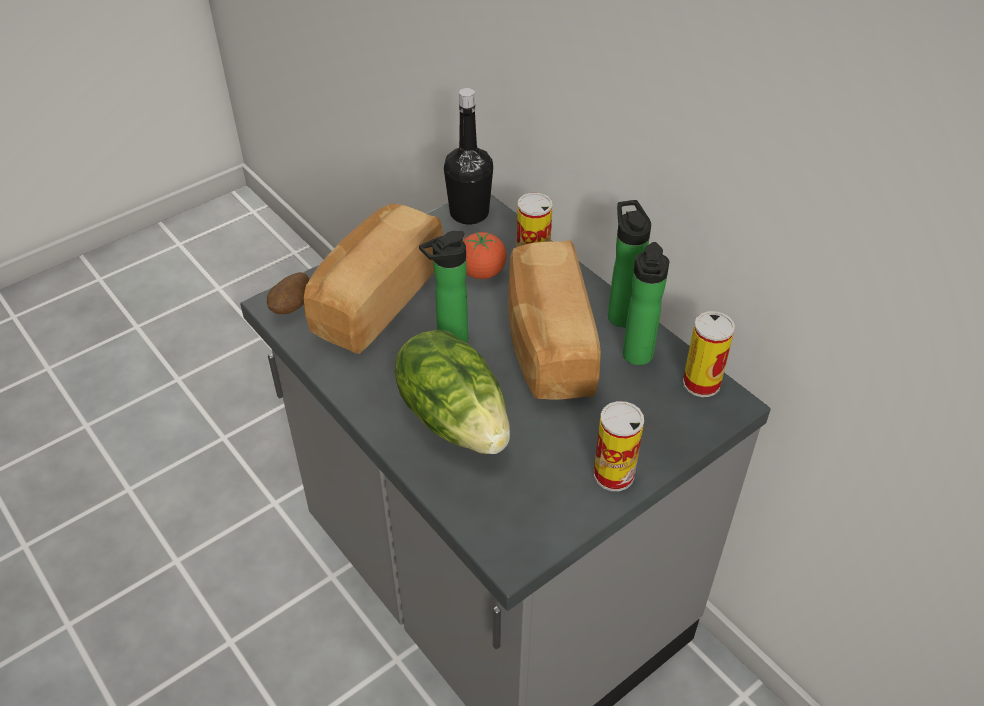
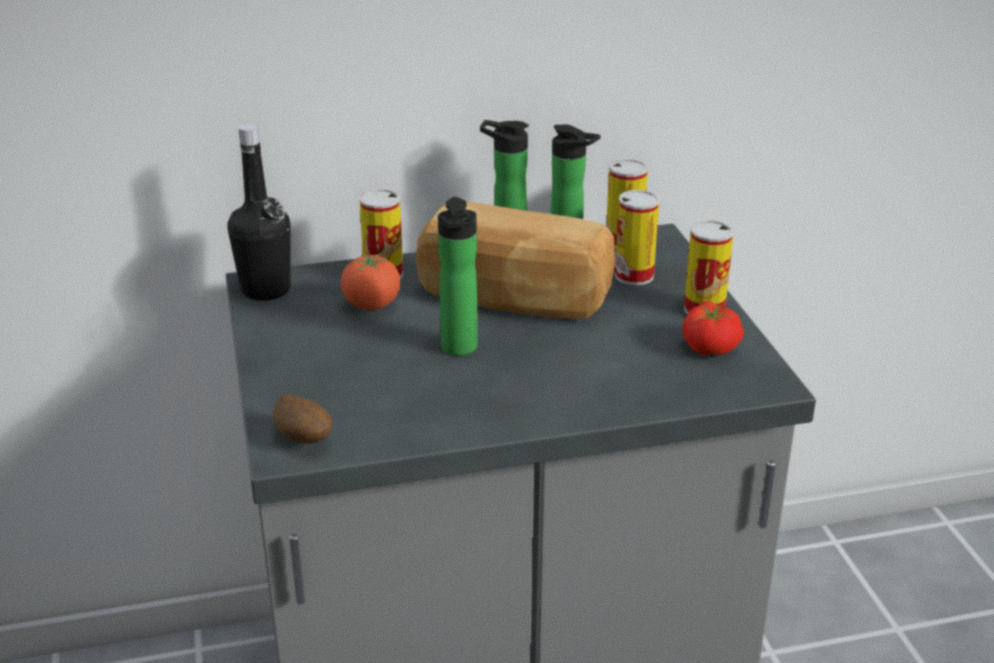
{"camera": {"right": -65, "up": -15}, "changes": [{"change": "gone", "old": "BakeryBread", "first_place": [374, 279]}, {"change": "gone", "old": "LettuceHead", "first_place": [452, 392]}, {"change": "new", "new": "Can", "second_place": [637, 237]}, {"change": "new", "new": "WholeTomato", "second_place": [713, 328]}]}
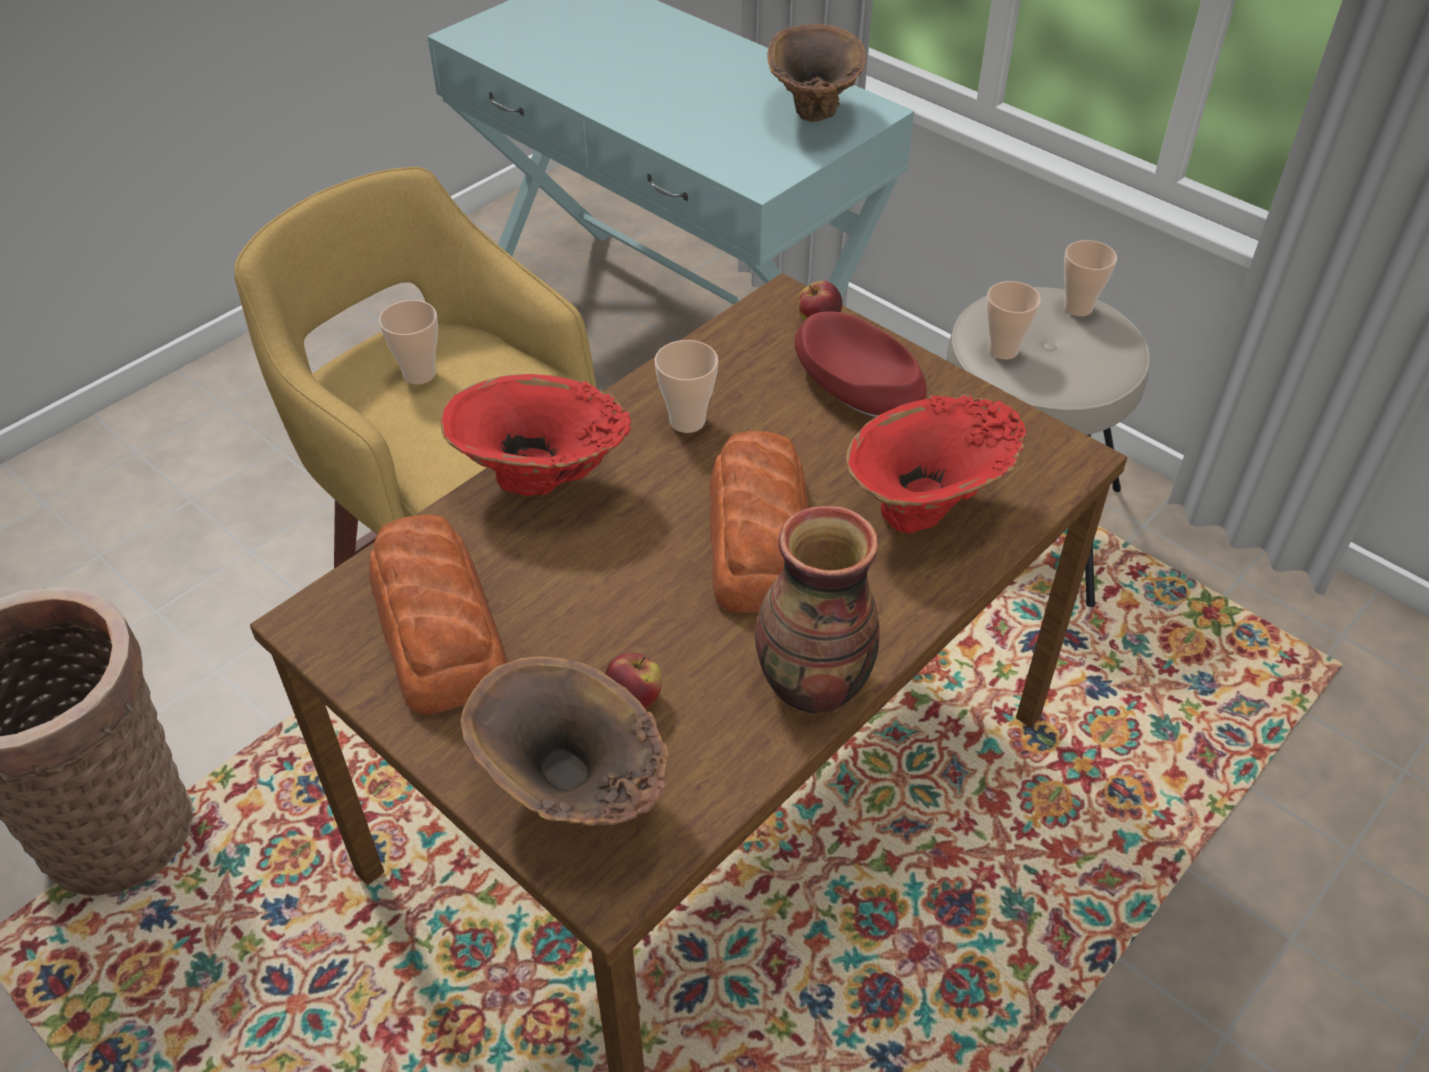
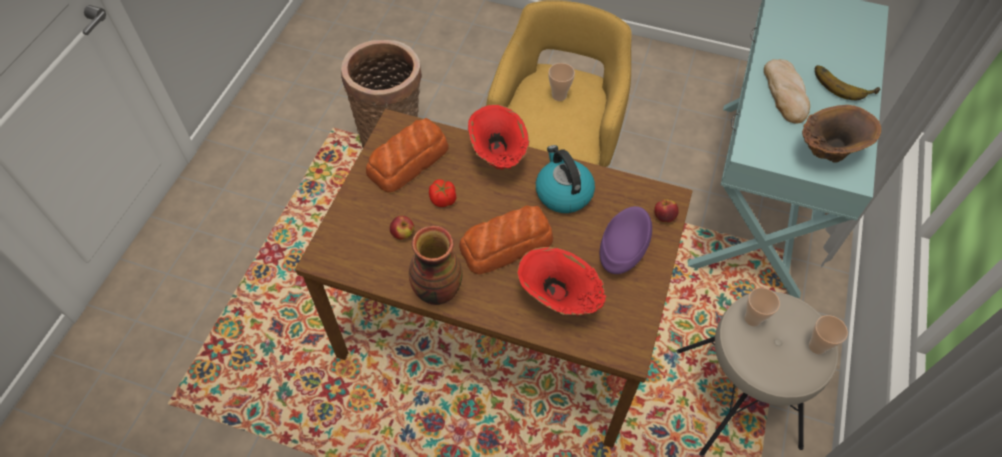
{"camera": {"right": 65, "up": 10}, "changes": [{"change": "repainted", "old": "ReddishServingBowl", "new": "PurpleColouredServingBowl", "first_place": [861, 364], "second_place": [626, 240]}, {"change": "swapped", "old": "SmallCup", "new": "TeaKettle", "first_place": [686, 386], "second_place": [565, 179]}, {"change": "gone", "old": "BrownColouredVase", "first_place": [564, 741]}, {"change": "new", "new": "BakeryBread", "second_place": [787, 91]}, {"change": "new", "new": "WholeBanana", "second_place": [847, 82]}, {"change": "new", "new": "WholeTomato", "second_place": [442, 193]}]}
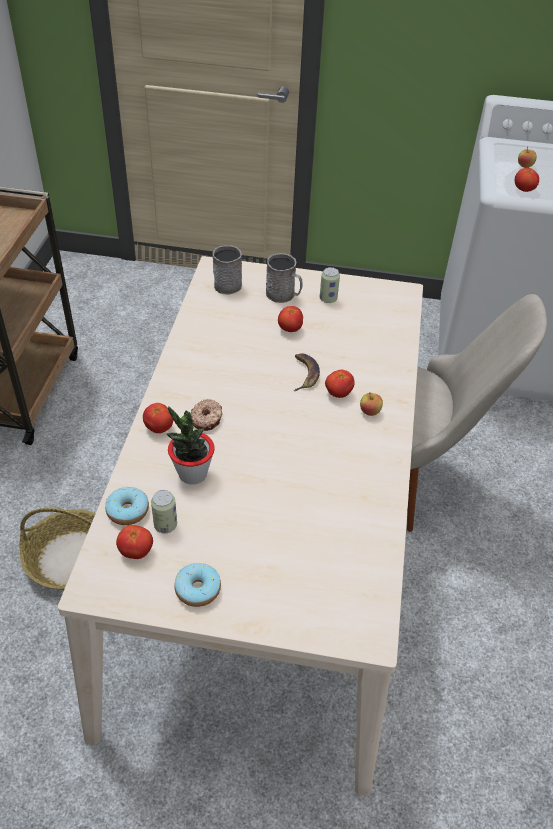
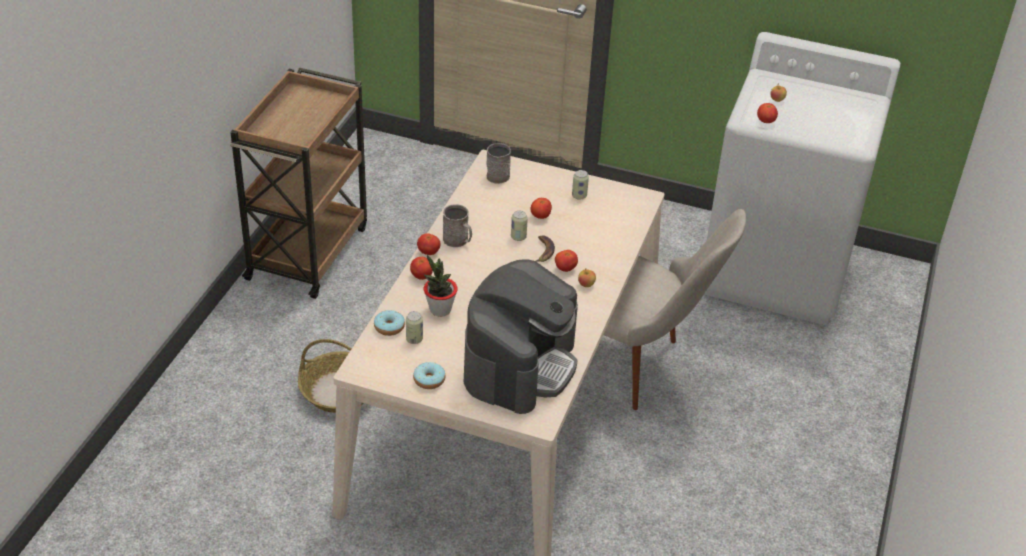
{"camera": {"right": 10, "up": -5}, "changes": [{"change": "shifted", "old": "GreyishTeaMug", "first_place": [284, 278], "second_place": [457, 225]}, {"change": "gone", "old": "Donut", "first_place": [206, 415]}, {"change": "shifted", "old": "WholeTomato", "first_place": [134, 542], "second_place": [428, 244]}, {"change": "new", "new": "Can", "second_place": [519, 225]}, {"change": "new", "new": "CoffeeMachine", "second_place": [521, 337]}]}
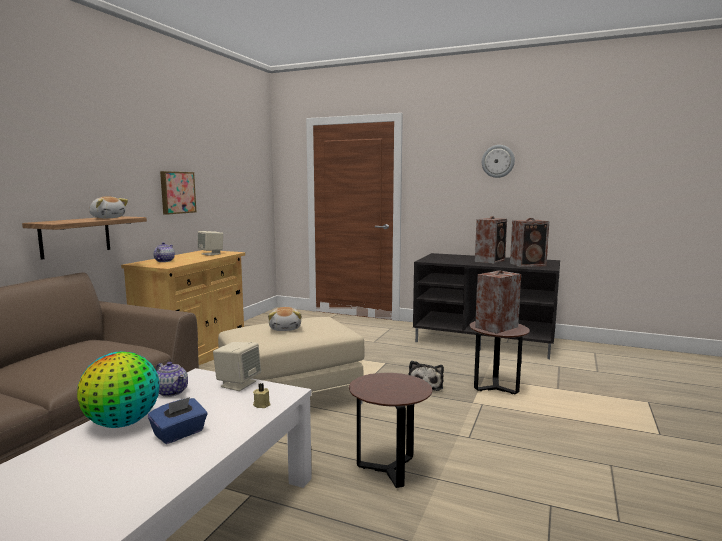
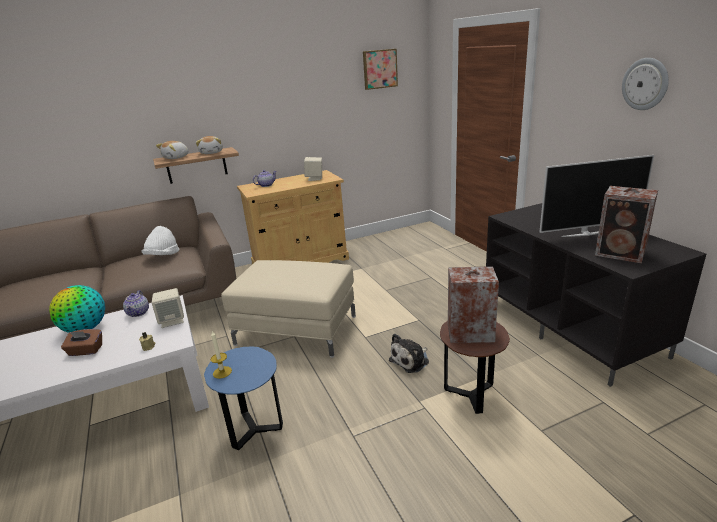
{"camera": {"right": 45, "up": 15}, "changes": [{"change": "shifted", "old": "WallArt", "first_place": [178, 193], "second_place": [380, 69]}, {"change": "swapped", "old": "Loudspeaker", "new": "Tv", "first_place": [491, 240], "second_place": [596, 196]}, {"change": "shifted", "old": "SoftToy", "first_place": [284, 319], "second_place": [172, 150]}, {"change": "repainted", "old": "BrownColouredEndTable", "new": "BluishEndTable", "first_place": [390, 430], "second_place": [243, 398]}, {"change": "repainted", "old": "BluishTissueBox", "new": "BrownColouredTissueBox", "first_place": [177, 420], "second_place": [81, 342]}, {"change": "new", "new": "WhitishHat", "second_place": [160, 240]}, {"change": "new", "new": "Candle", "second_place": [221, 355]}]}
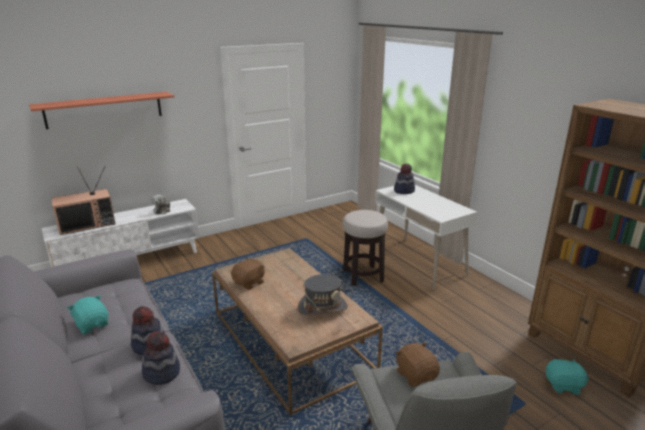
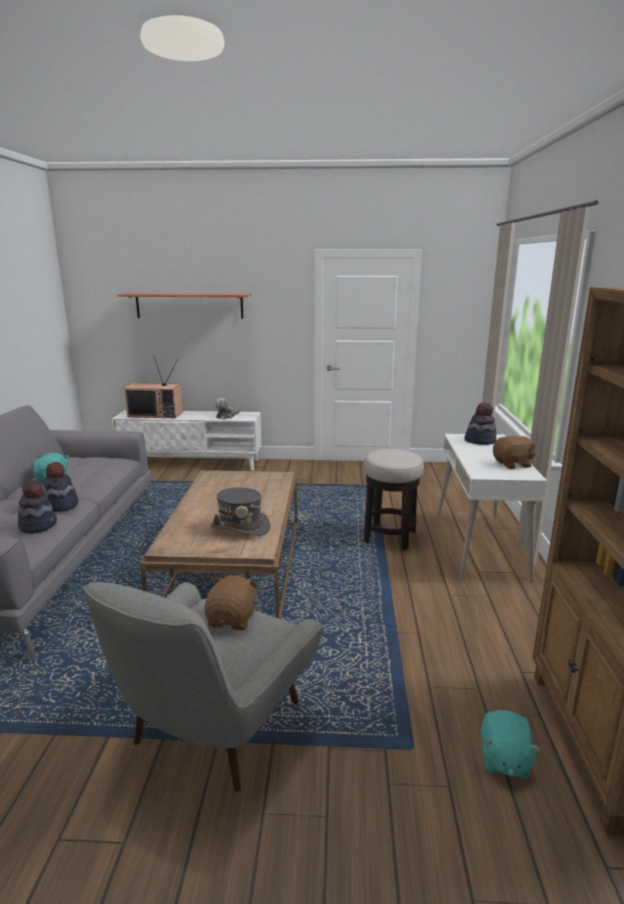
{"camera": {"right": 35, "up": -5}, "changes": [{"change": "shifted", "old": "BrownColouredSoftToy", "first_place": [248, 274], "second_place": [514, 452]}, {"change": "rotated", "old": "BlueGreenSoftToy", "first_place": [567, 377], "second_place": [511, 744], "degrees": 60}]}
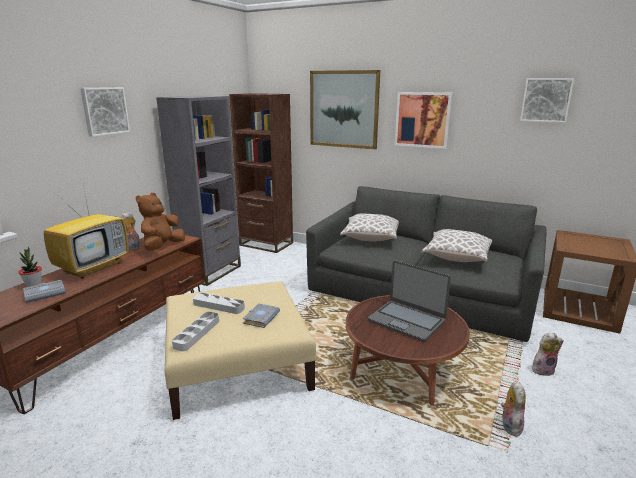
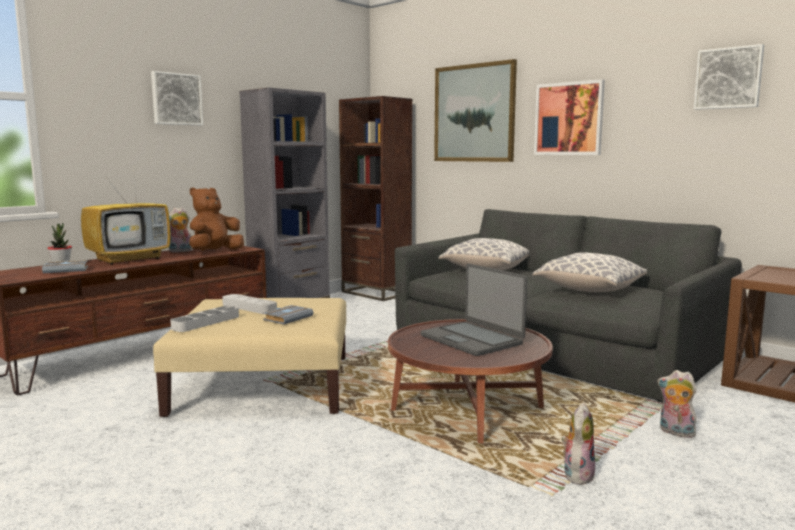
{"camera": {"right": 15, "up": -10}, "changes": [{"change": "rotated", "old": "SoftToy", "first_place": [548, 354], "second_place": [677, 404], "degrees": -150}]}
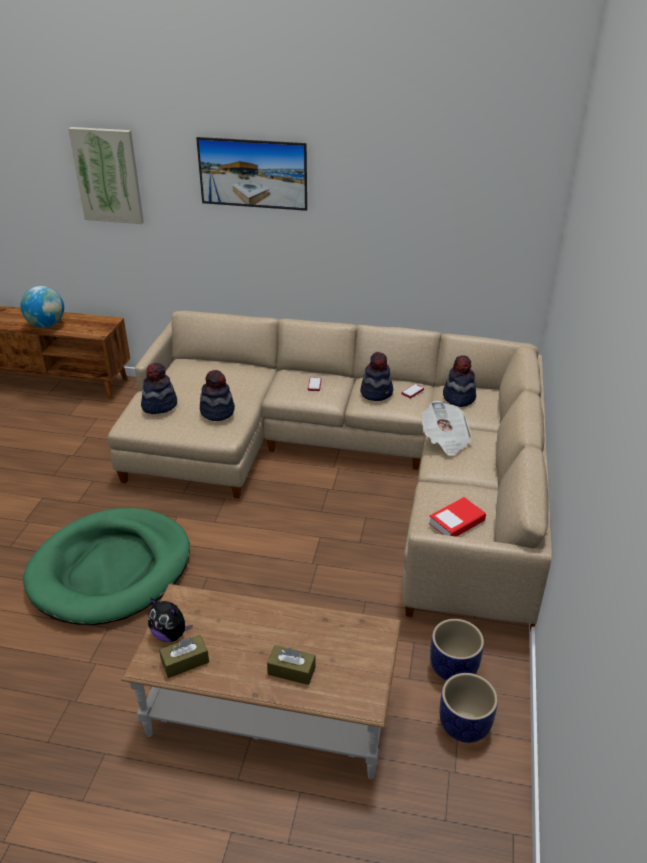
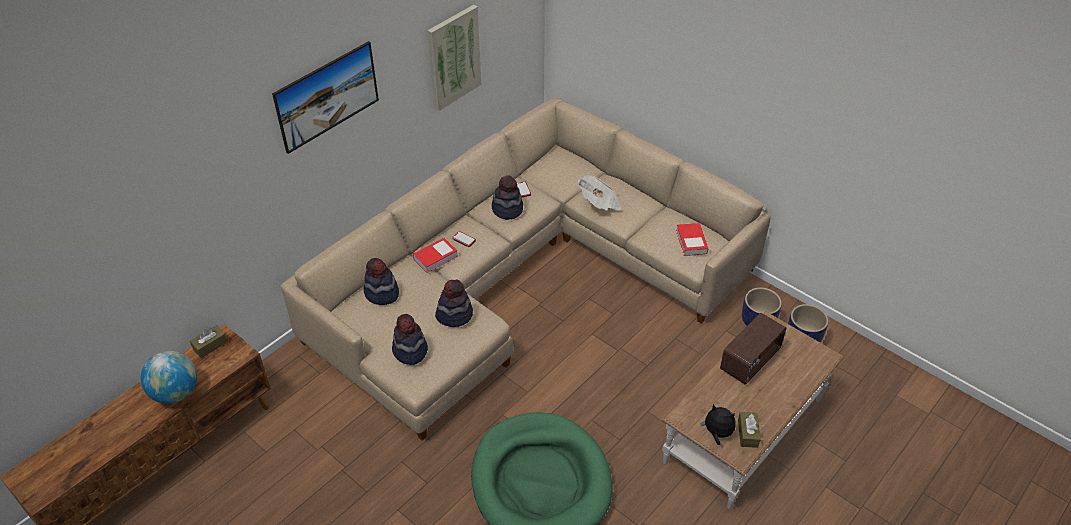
{"camera": {"right": -60, "up": 10}, "changes": [{"change": "shifted", "old": "WallArt", "first_place": [106, 175], "second_place": [454, 58]}, {"change": "shifted", "old": "Hat", "first_place": [459, 381], "second_place": [381, 281]}, {"change": "rotated", "old": "SoftToy", "first_place": [170, 619], "second_place": [718, 424], "degrees": -120}, {"change": "shifted", "old": "BrownColouredTissueBox", "first_place": [291, 665], "second_place": [209, 341]}, {"change": "new", "new": "Volume", "second_place": [435, 255]}, {"change": "new", "new": "Radio", "second_place": [753, 349]}]}
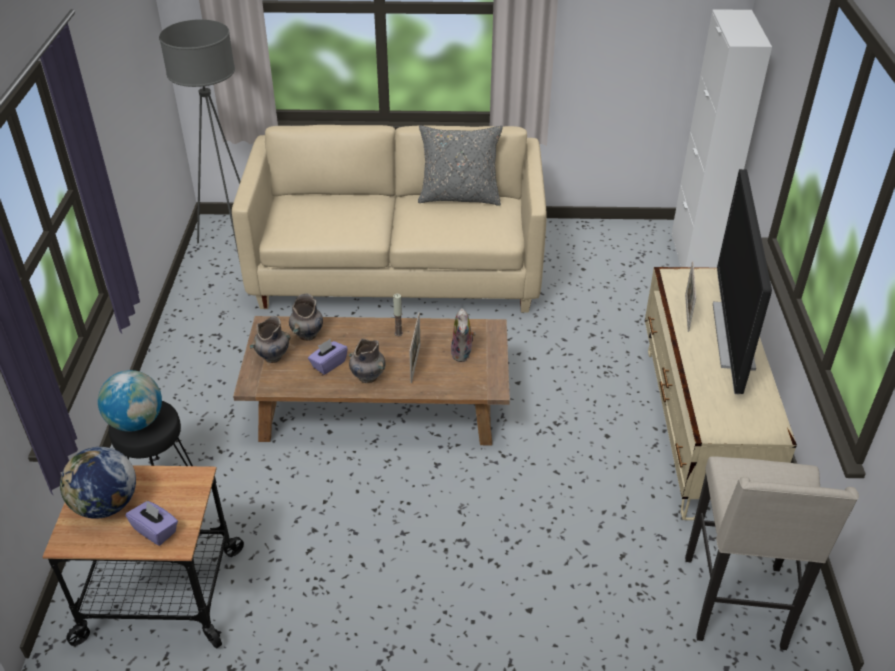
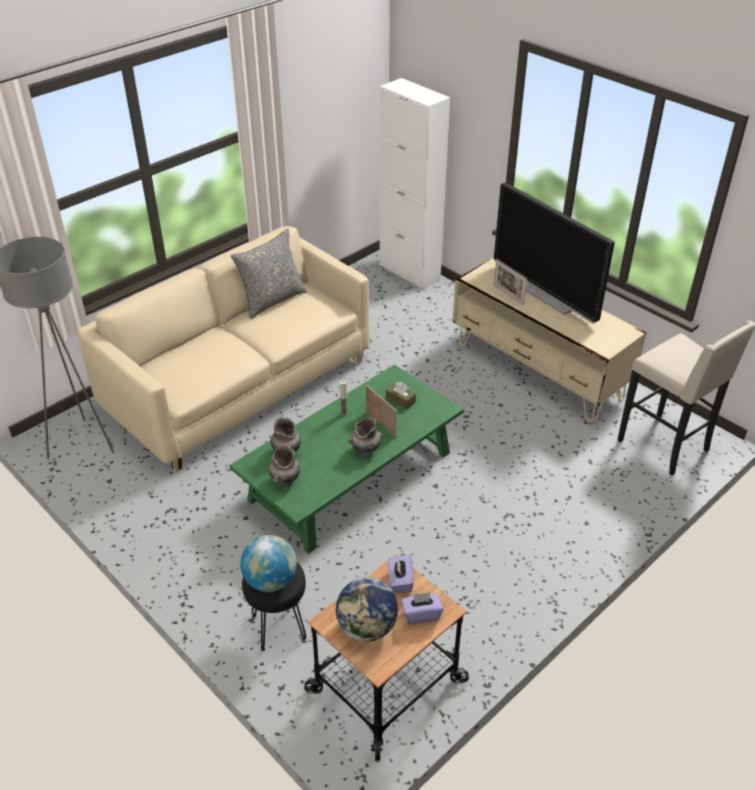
{"camera": {"right": -45, "up": 0}, "changes": [{"change": "swapped", "old": "SoftToy", "new": "BrownColouredTissueBox", "first_place": [463, 335], "second_place": [401, 395]}, {"change": "repainted", "old": "BrownColouredLowTable", "new": "GreenColouredLowTable", "first_place": [371, 380], "second_place": [346, 459]}, {"change": "shifted", "old": "PurpleColouredTissueBox", "first_place": [328, 357], "second_place": [401, 573]}]}
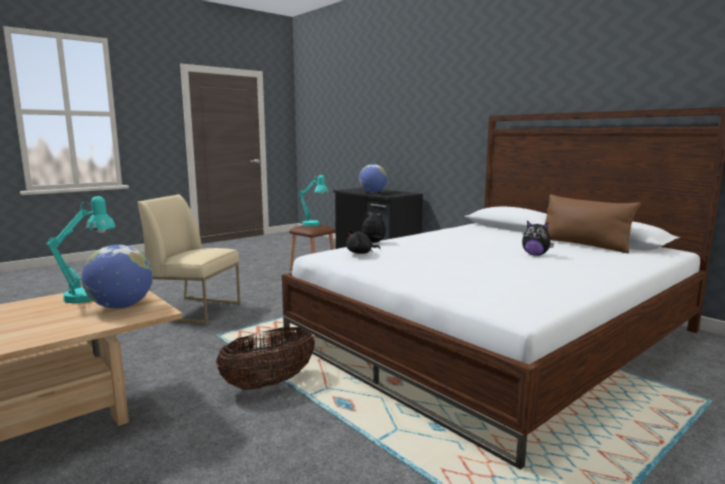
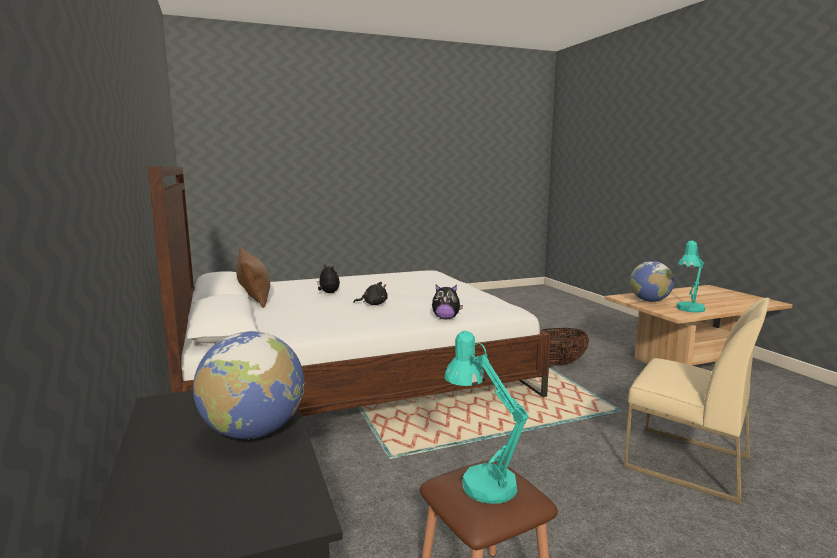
{"camera": {"right": -160, "up": 0}, "changes": [{"change": "shifted", "old": "BlackishSoftToy", "first_place": [363, 241], "second_place": [370, 293]}]}
